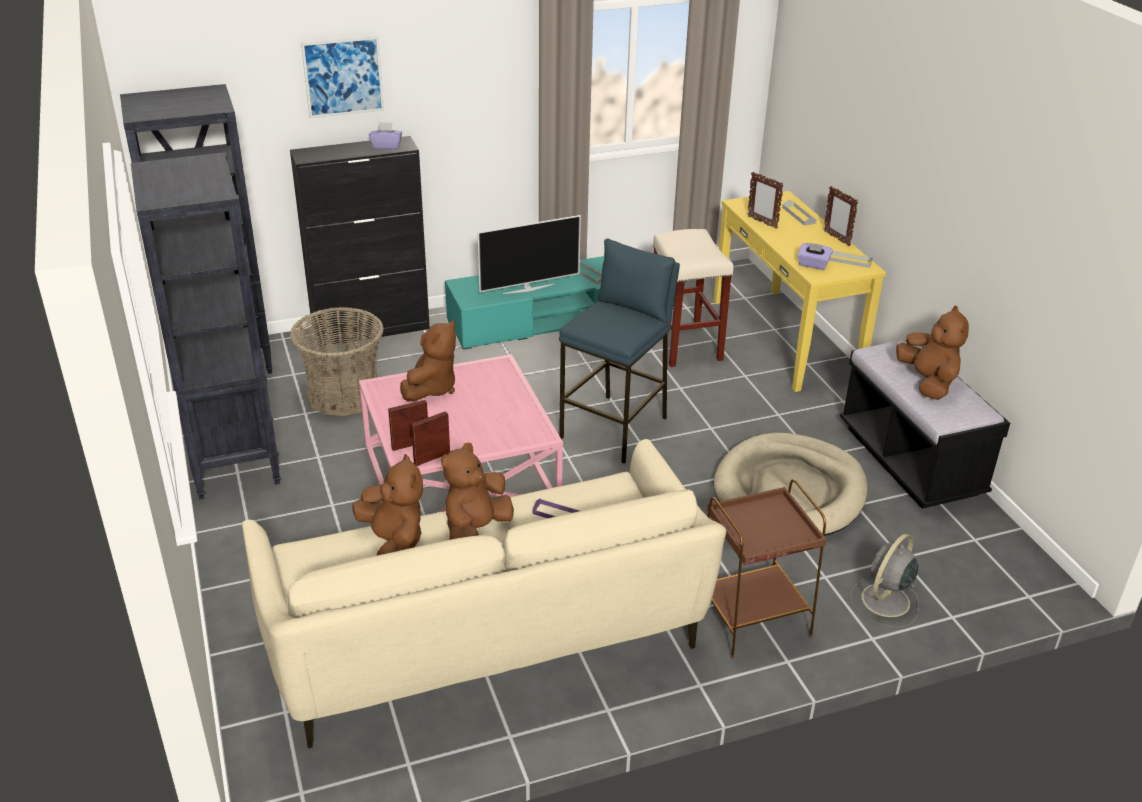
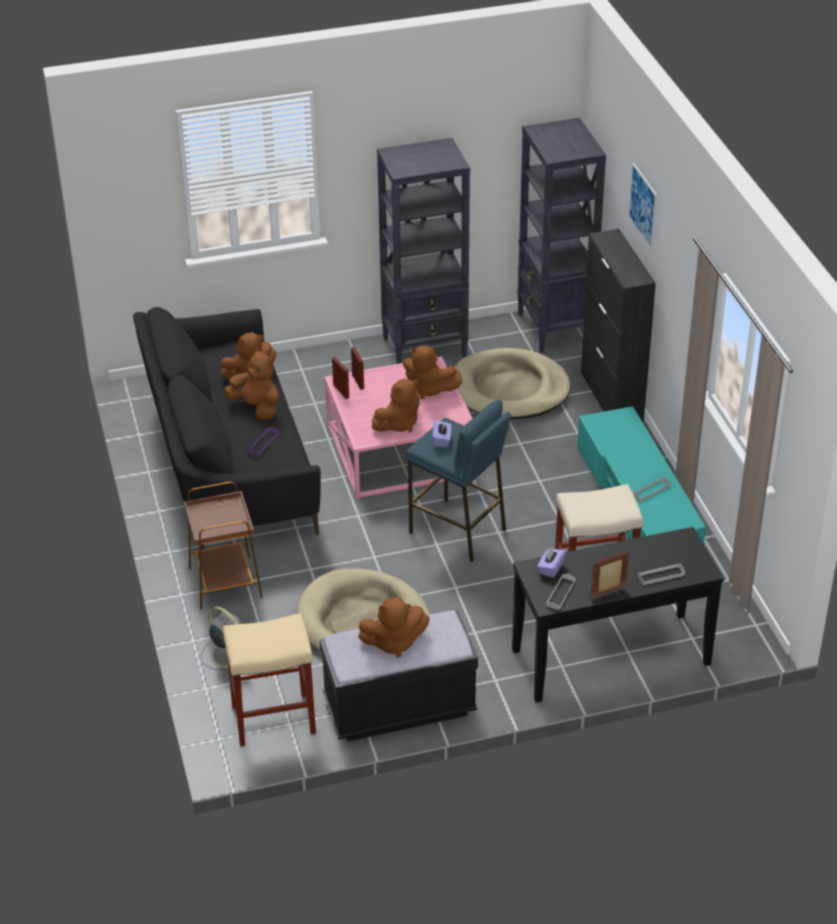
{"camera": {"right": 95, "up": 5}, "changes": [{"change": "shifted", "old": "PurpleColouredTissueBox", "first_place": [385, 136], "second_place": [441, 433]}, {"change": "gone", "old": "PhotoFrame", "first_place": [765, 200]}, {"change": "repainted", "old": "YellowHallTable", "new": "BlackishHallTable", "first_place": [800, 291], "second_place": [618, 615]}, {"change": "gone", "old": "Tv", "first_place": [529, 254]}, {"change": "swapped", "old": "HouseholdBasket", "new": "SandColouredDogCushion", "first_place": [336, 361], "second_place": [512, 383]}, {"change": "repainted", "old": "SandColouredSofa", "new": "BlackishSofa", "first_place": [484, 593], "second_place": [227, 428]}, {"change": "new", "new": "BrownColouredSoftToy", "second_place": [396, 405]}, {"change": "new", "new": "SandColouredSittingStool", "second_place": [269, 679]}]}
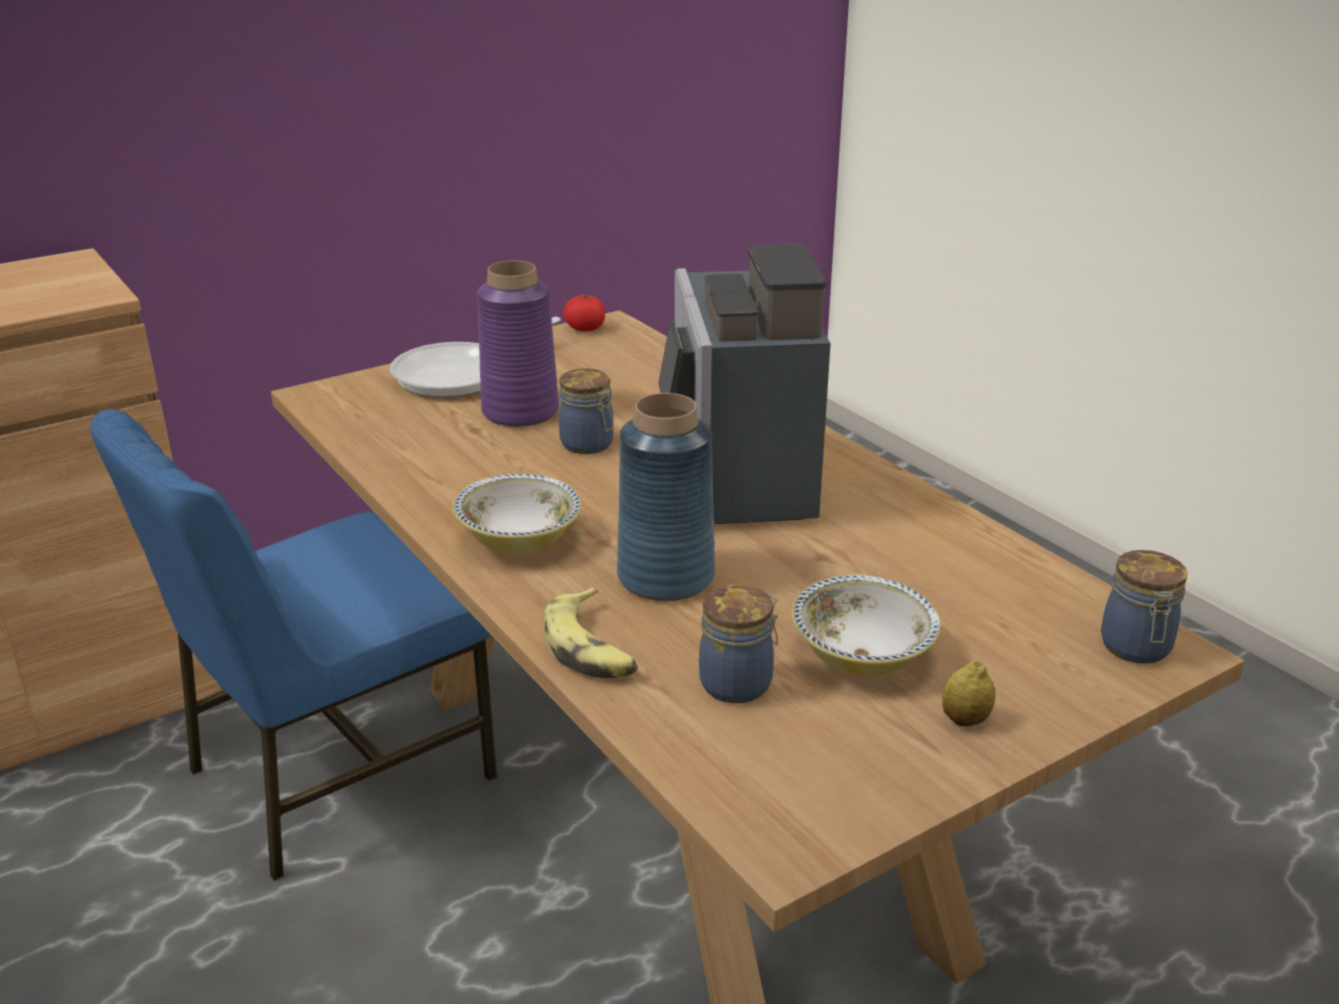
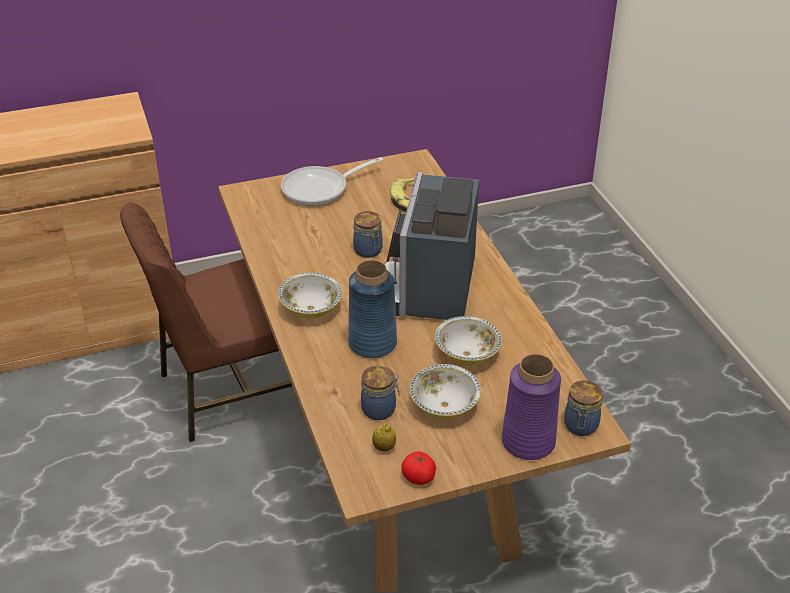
{"camera": {"right": 15, "up": 10}, "changes": [{"change": "shifted", "old": "PurpleColouredVase", "first_place": [518, 344], "second_place": [531, 407]}, {"change": "shifted", "old": "WholeTomato", "first_place": [584, 313], "second_place": [418, 468]}, {"change": "repainted", "old": "BluishPlainChair", "new": "BrownColouredPlainChair", "first_place": [293, 645], "second_place": [206, 322]}, {"change": "shifted", "old": "WholeBanana", "first_place": [591, 632], "second_place": [402, 195]}, {"change": "shifted", "old": "Lemon", "first_place": [968, 693], "second_place": [384, 437]}, {"change": "new", "new": "ServingBowl", "second_place": [468, 340]}]}
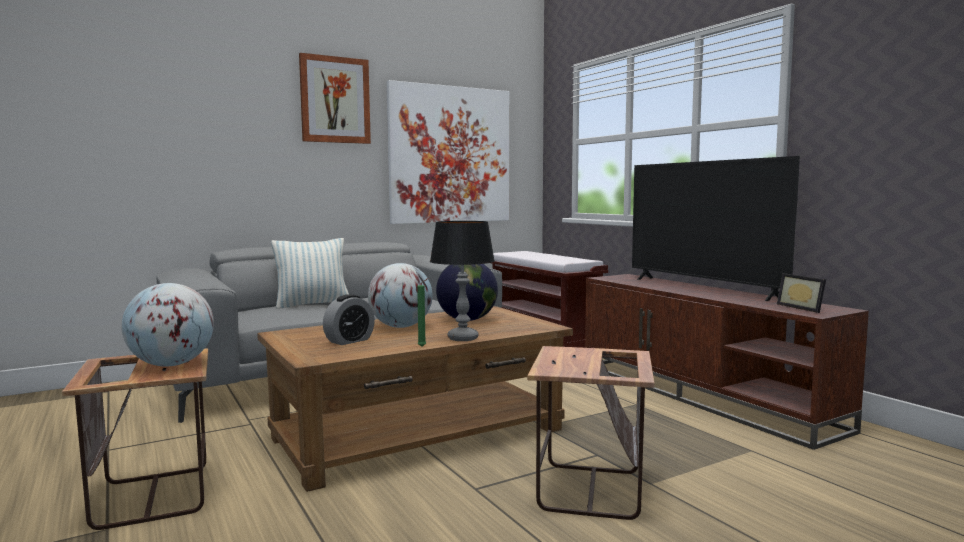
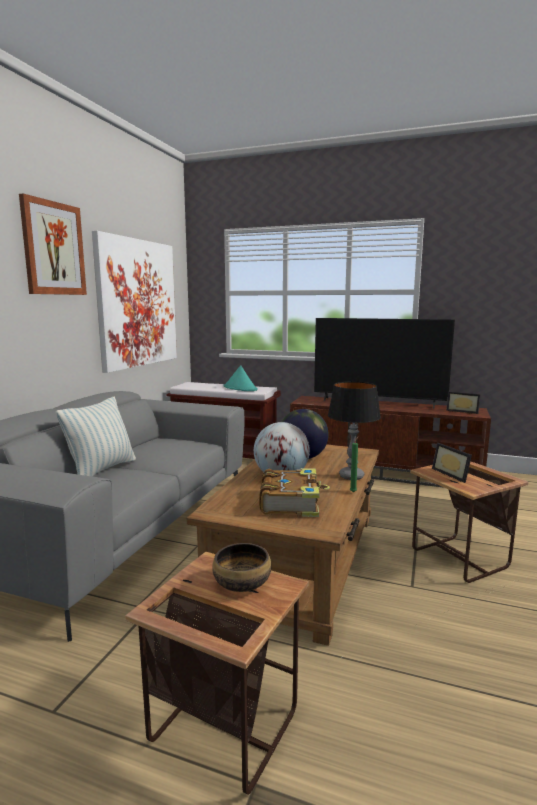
{"camera": {"right": -40, "up": 5}, "changes": [{"change": "swapped", "old": "DeskGlobe", "new": "ServingBowl", "first_place": [168, 324], "second_place": [242, 567]}, {"change": "swapped", "old": "BedsideClock", "new": "Volume", "first_place": [349, 319], "second_place": [294, 492]}, {"change": "new", "new": "BlueGreenHat", "second_place": [240, 378]}, {"change": "new", "new": "PhotoFrame", "second_place": [452, 463]}]}
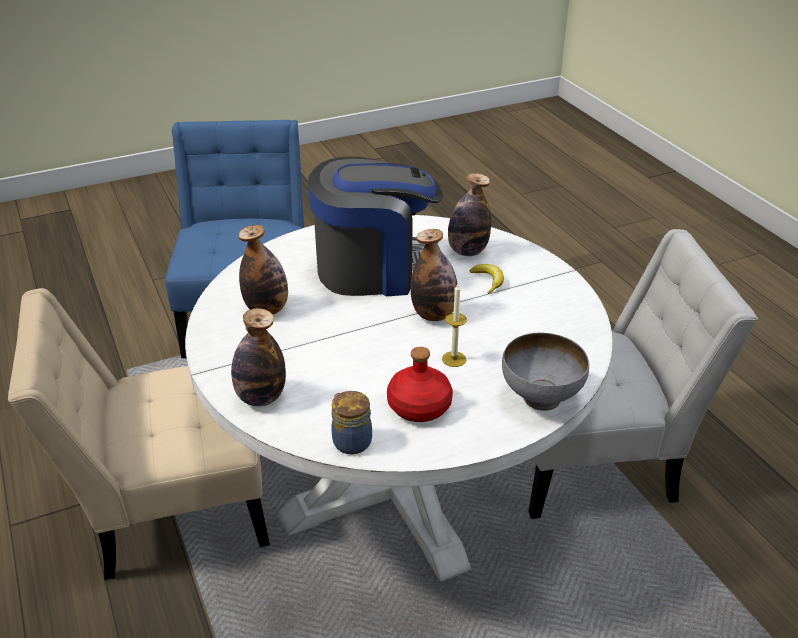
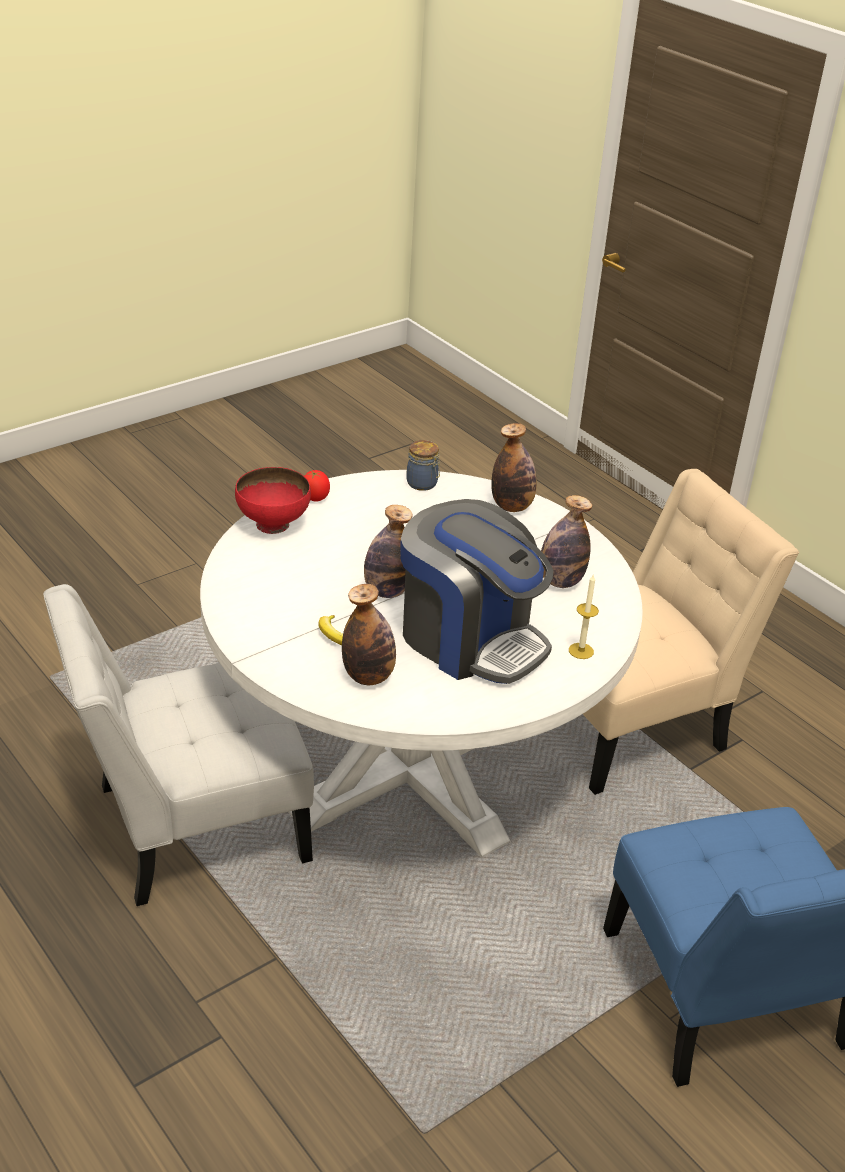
{"camera": {"right": 165, "up": 0}, "changes": [{"change": "rotated", "old": "CoffeeMachine", "first_place": [375, 226], "second_place": [477, 591], "degrees": -120}, {"change": "shifted", "old": "Candle", "first_place": [454, 325], "second_place": [584, 616]}, {"change": "repainted", "old": "GreyishServingBowl", "new": "ReddishServingBowl", "first_place": [545, 371], "second_place": [273, 500]}, {"change": "gone", "old": "ReddishBeverageBottle", "first_place": [420, 384]}, {"change": "new", "new": "WholeTomato", "second_place": [317, 486]}]}
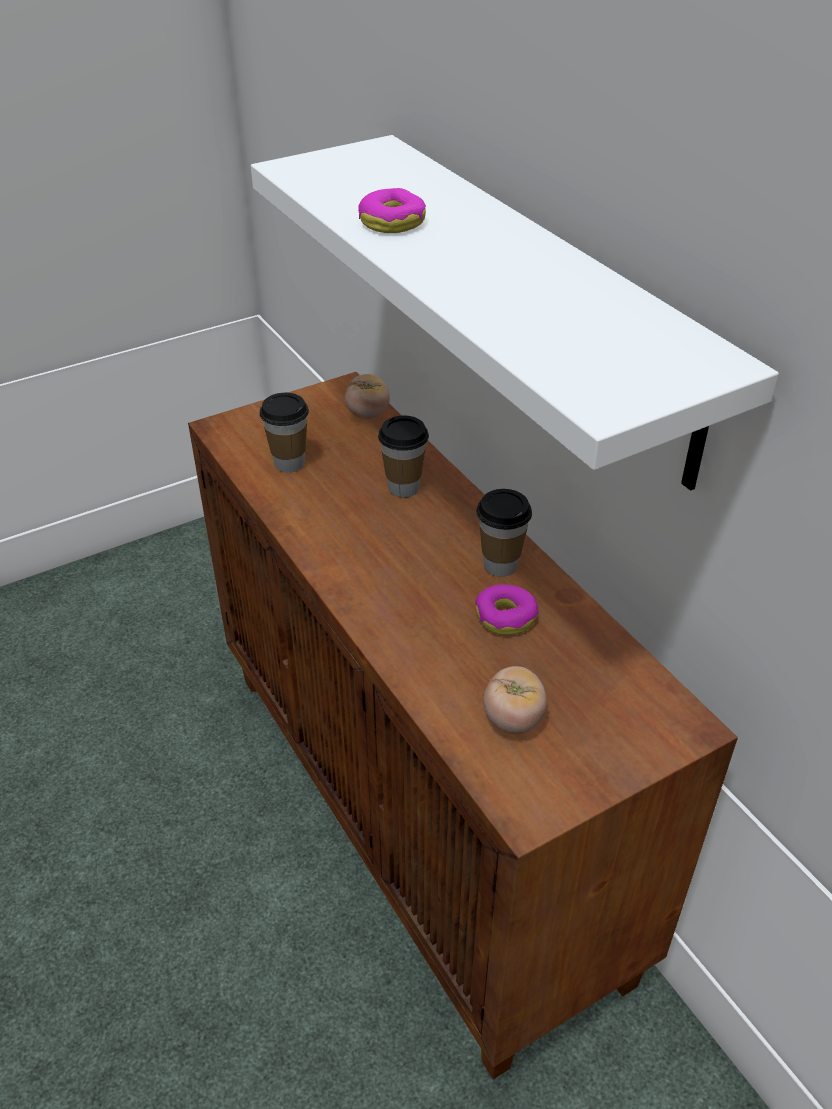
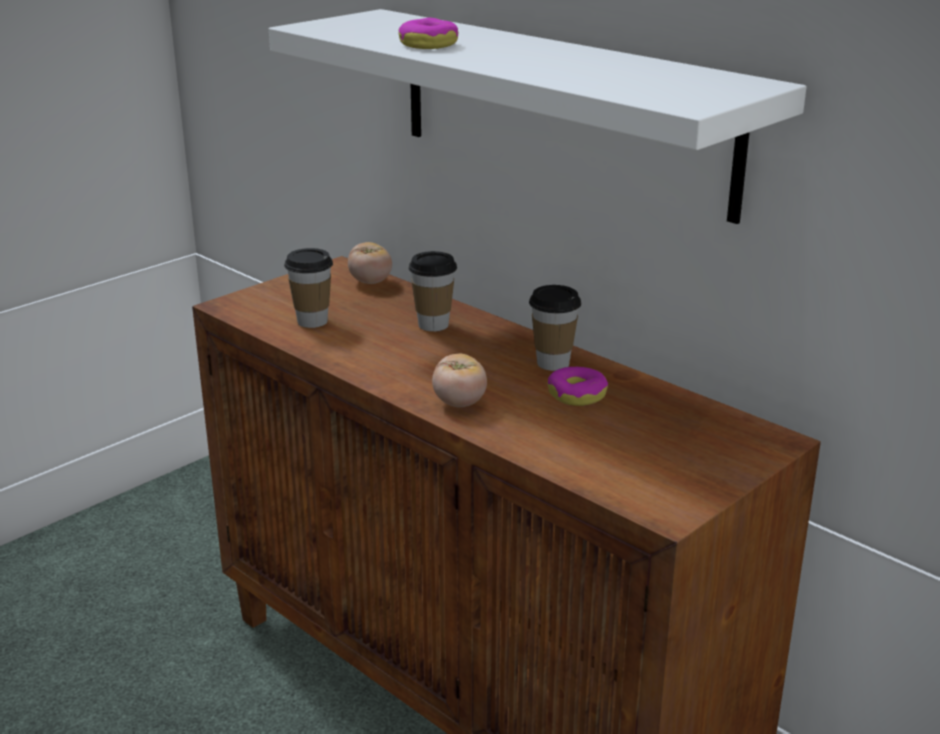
{"camera": {"right": -15, "up": -15}, "changes": [{"change": "shifted", "old": "WholeTomato", "first_place": [515, 700], "second_place": [459, 381]}]}
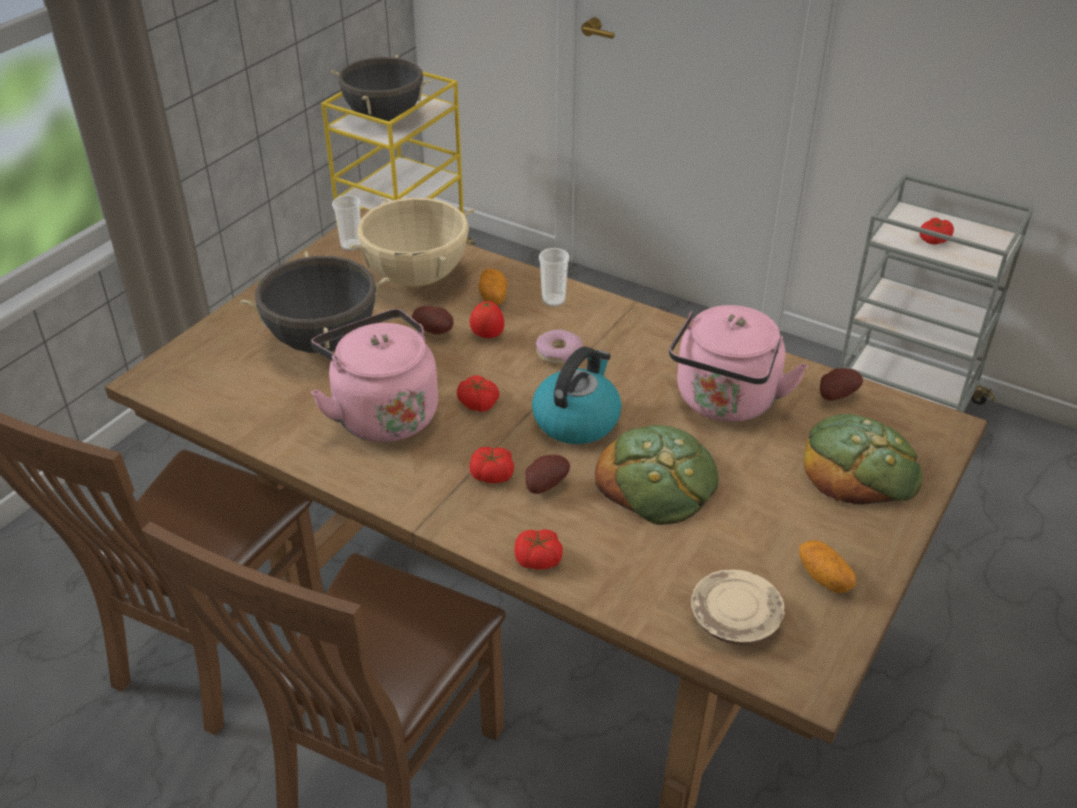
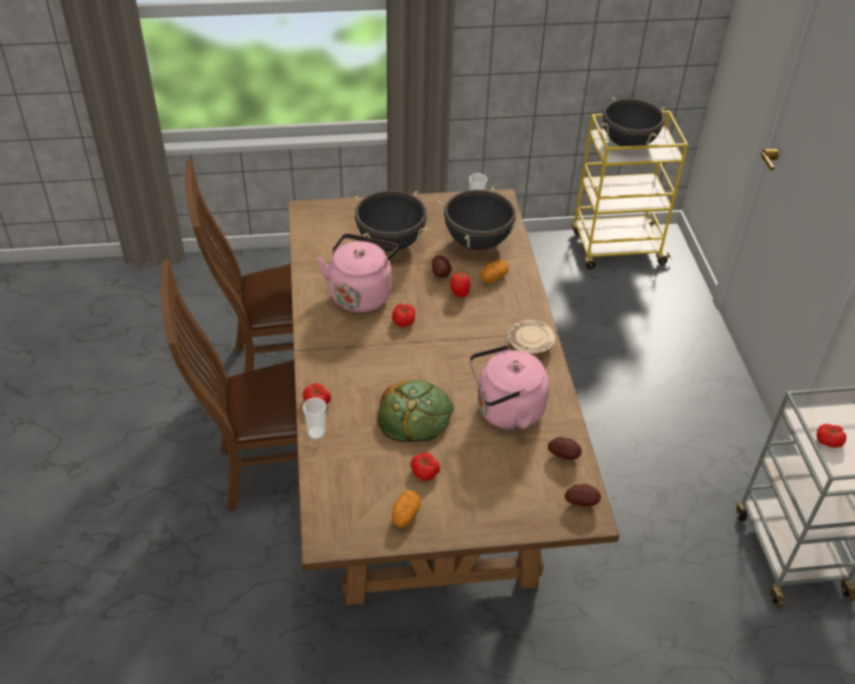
{"camera": {"right": 50, "up": 5}, "changes": [{"change": "repainted", "old": "SandColouredCookingPot", "new": "BlackishCookingPot", "first_place": [411, 241], "second_place": [480, 218]}, {"change": "shifted", "old": "SmallCup", "first_place": [554, 277], "second_place": [314, 419]}, {"change": "gone", "old": "Donut", "first_place": [559, 347]}, {"change": "gone", "old": "TeaKettle", "first_place": [577, 395]}, {"change": "gone", "old": "BakeryBread", "first_place": [863, 459]}, {"change": "shifted", "old": "WholeTomato", "first_place": [492, 465], "second_place": [425, 466]}, {"change": "shifted", "old": "Potato", "first_place": [547, 474], "second_place": [583, 495]}, {"change": "shifted", "old": "SandColouredDinnerPlate", "first_place": [738, 607], "second_place": [531, 337]}]}
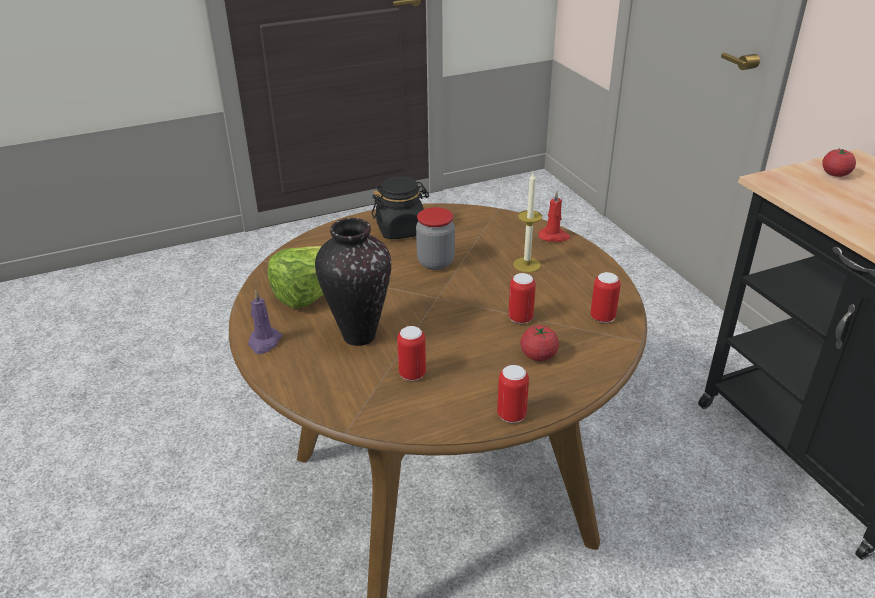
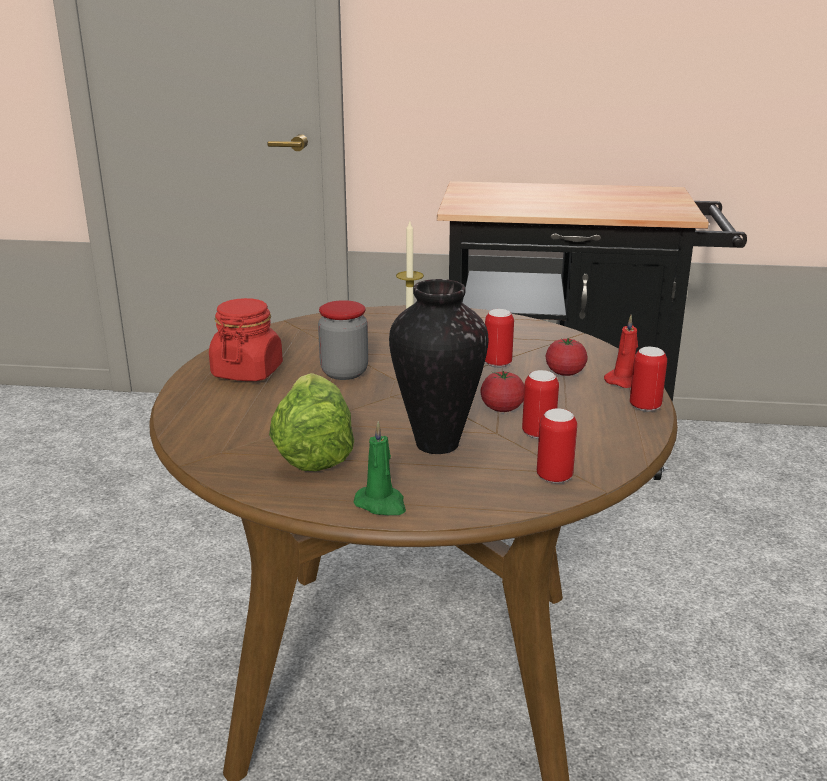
{"camera": {"right": -60, "up": -10}, "changes": [{"change": "shifted", "old": "WholeTomato", "first_place": [839, 162], "second_place": [502, 391]}, {"change": "repainted", "old": "BlackishStorageJar", "new": "ReddishStorageJar", "first_place": [400, 207], "second_place": [246, 339]}, {"change": "shifted", "old": "ReddishCandle", "first_place": [555, 216], "second_place": [621, 351]}, {"change": "shifted", "old": "Can", "first_place": [605, 297], "second_place": [557, 445]}, {"change": "repainted", "old": "PurpleColouredCandle", "new": "GreenColouredCandle", "first_place": [265, 322], "second_place": [380, 468]}]}
